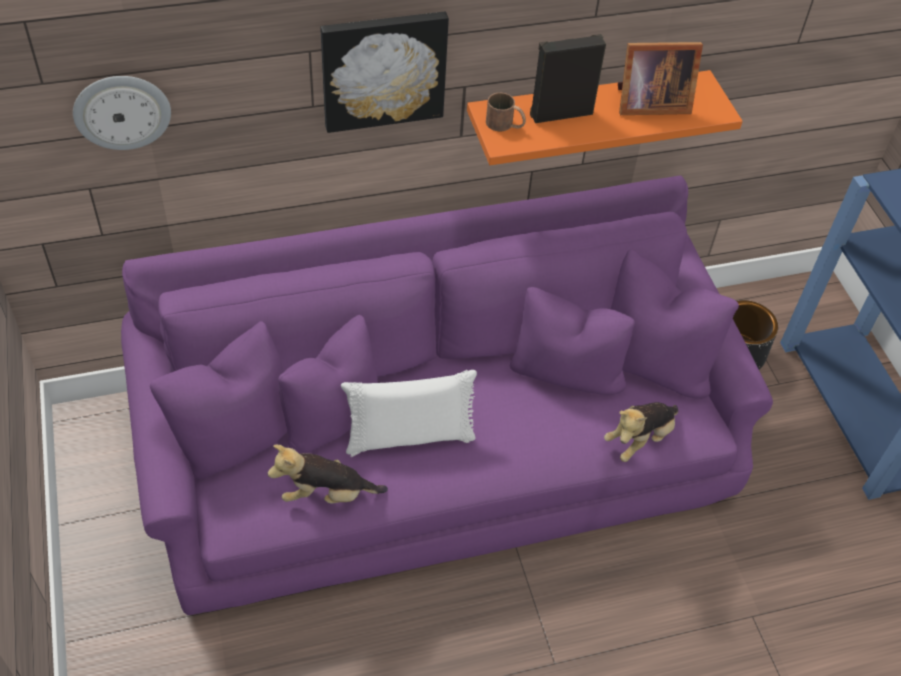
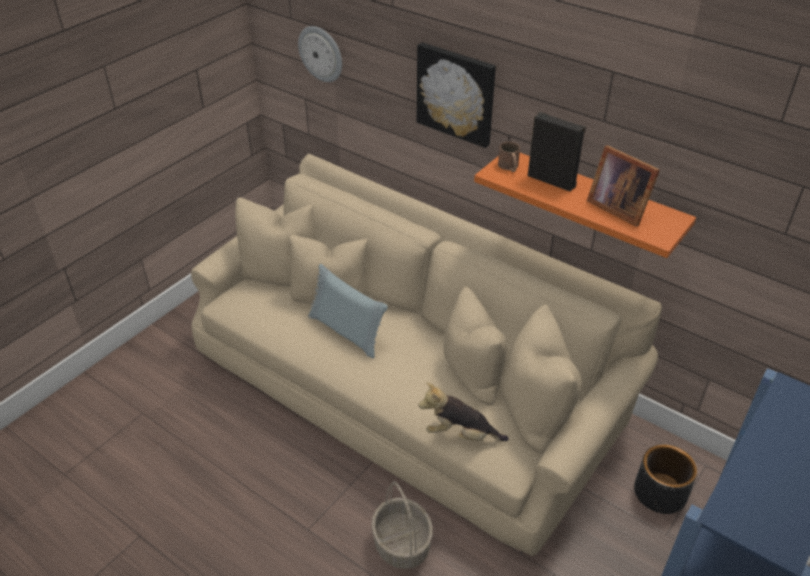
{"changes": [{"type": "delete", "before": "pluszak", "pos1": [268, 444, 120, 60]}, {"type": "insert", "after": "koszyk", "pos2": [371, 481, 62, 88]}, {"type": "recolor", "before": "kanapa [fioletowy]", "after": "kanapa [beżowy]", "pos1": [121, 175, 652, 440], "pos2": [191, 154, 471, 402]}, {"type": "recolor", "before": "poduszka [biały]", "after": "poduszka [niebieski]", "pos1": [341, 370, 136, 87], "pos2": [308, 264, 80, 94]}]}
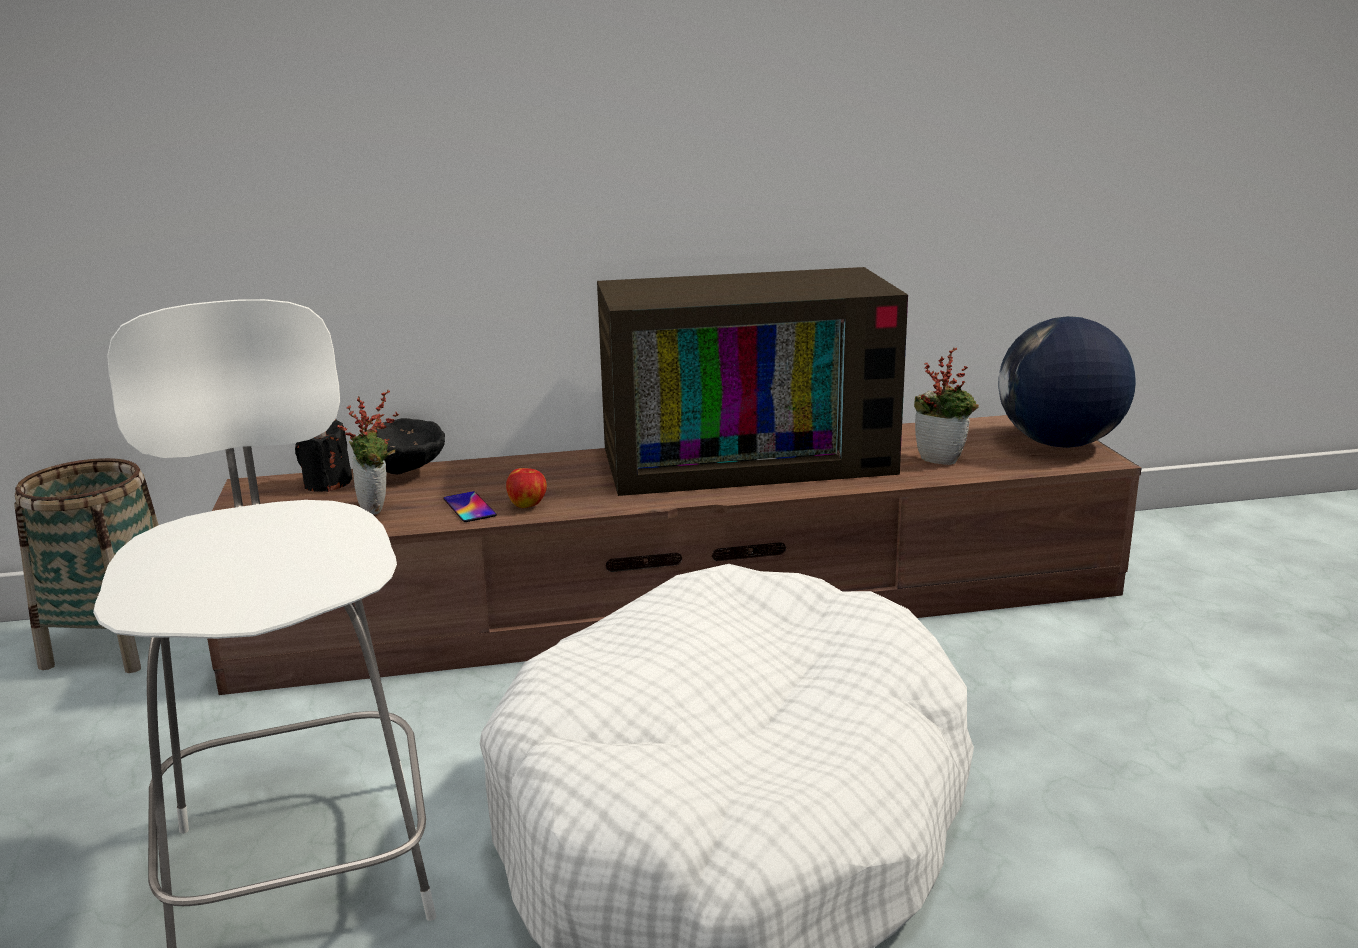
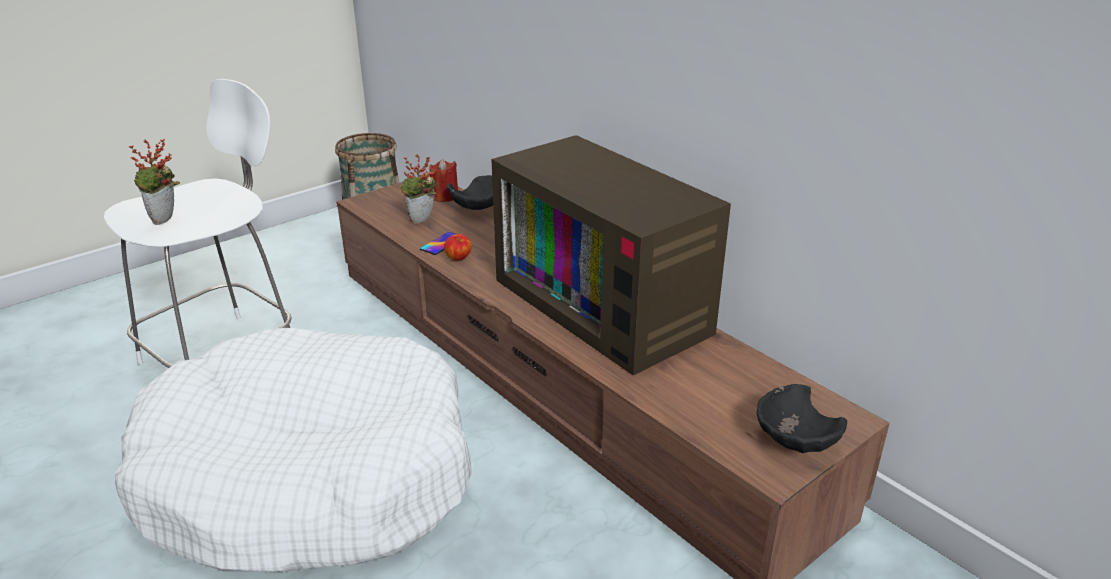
{"changes": [{"type": "move", "before": "roślina doniczkowa", "pos1": [914, 347, 65, 118], "pos2": [129, 138, 51, 87]}, {"type": "replace", "before": "globus", "after": "miska [czarny]", "pos1": [998, 316, 138, 132], "pos2": [757, 384, 90, 69]}, {"type": "recolor", "before": "świeca [czarny]", "after": "świeca [czerwony]", "pos1": [295, 419, 57, 73], "pos2": [429, 159, 29, 43]}]}
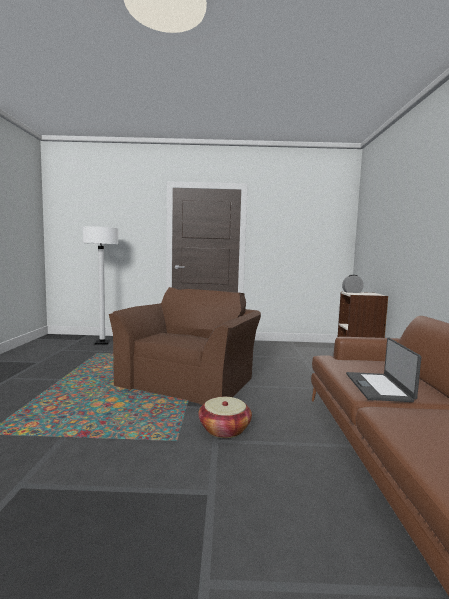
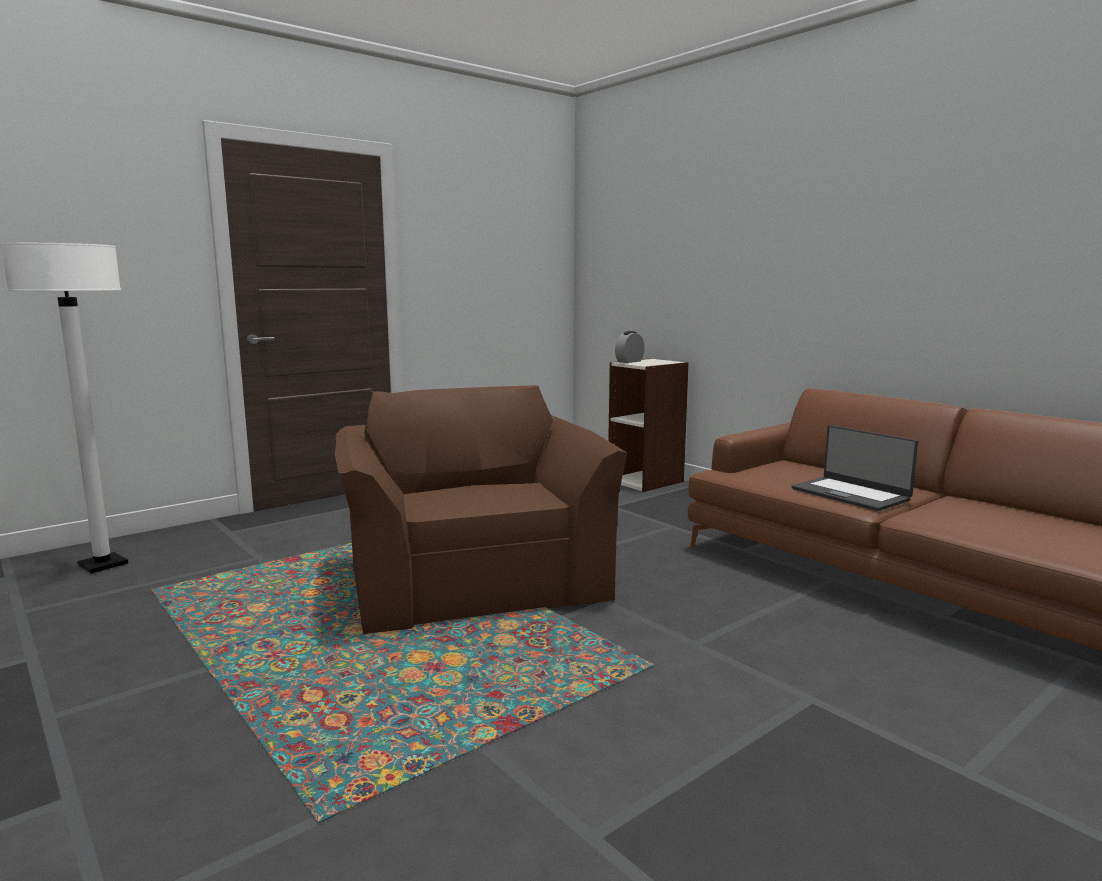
{"changes": [{"type": "delete", "before": "koszyk", "pos1": [198, 397, 54, 41]}]}
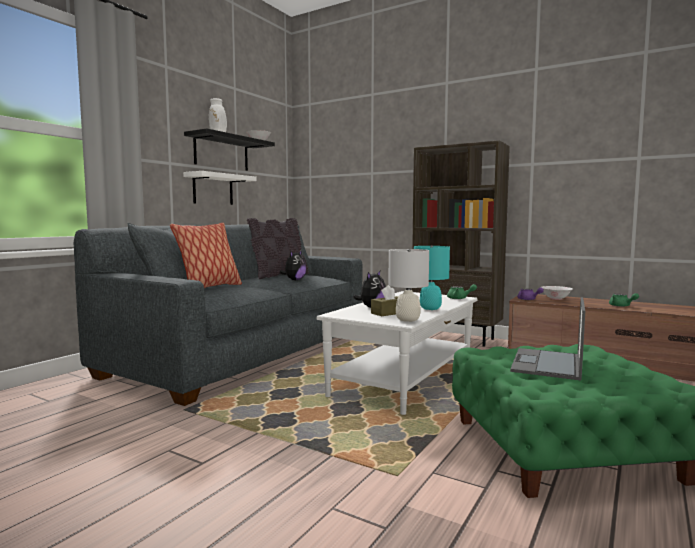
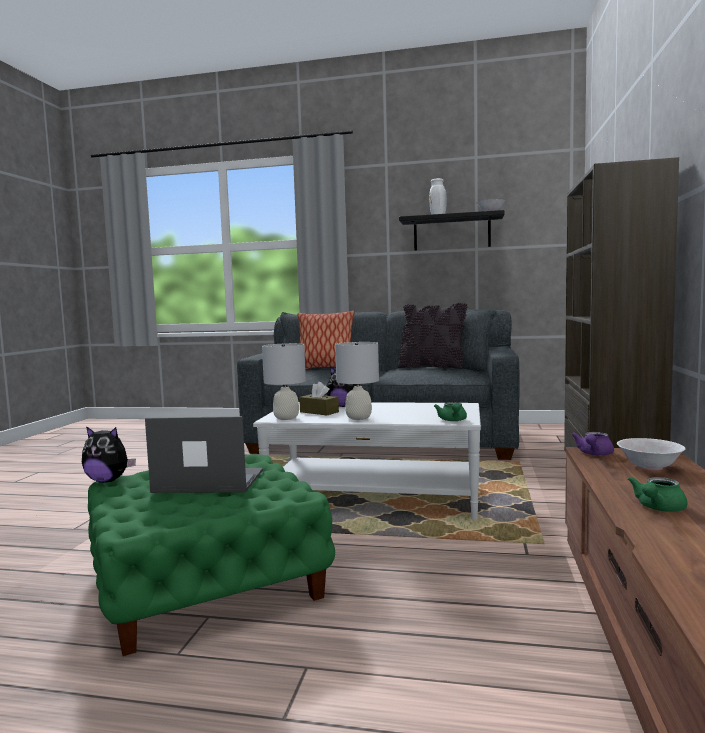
{"changes": [{"type": "delete", "before": "półka [biały]", "pos1": [183, 171, 74, 34]}, {"type": "move", "before": "pluszak", "pos1": [280, 250, 27, 30], "pos2": [82, 426, 54, 57]}, {"type": "recolor", "before": "lampa stołowa [turkusowy]", "after": "lampa stołowa [szary]", "pos1": [414, 246, 36, 64], "pos2": [335, 342, 44, 78]}]}
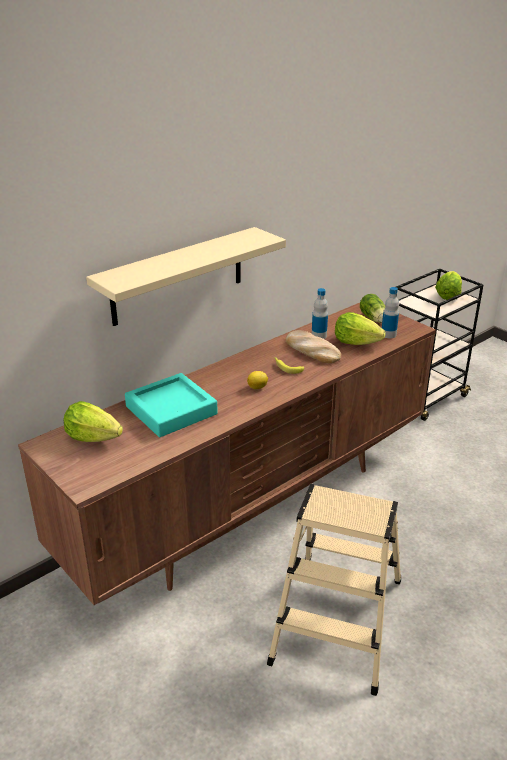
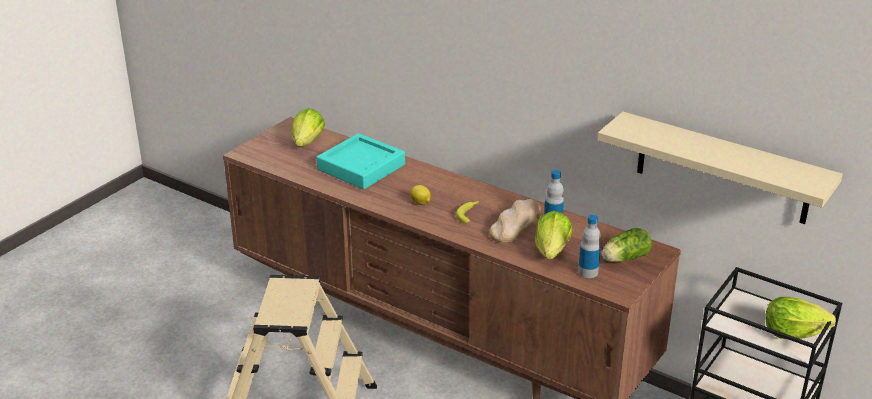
{"changes": [{"type": "move", "before": "półka [beżowy]", "pos1": [86, 227, 200, 99], "pos2": [597, 112, 246, 112]}]}
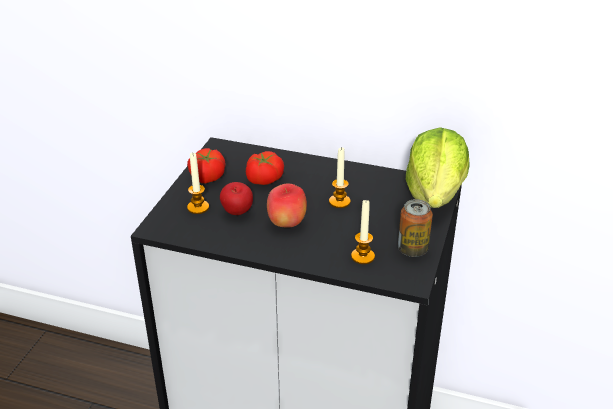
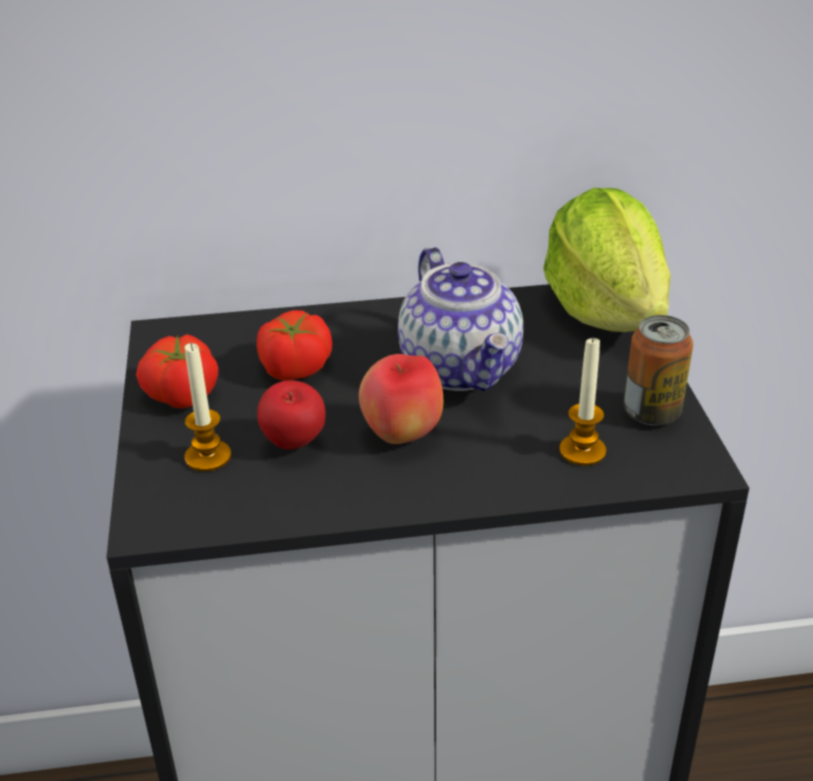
{"changes": [{"type": "replace", "before": "świeca", "after": "imbryk", "pos1": [329, 148, 22, 60], "pos2": [398, 247, 125, 145]}]}
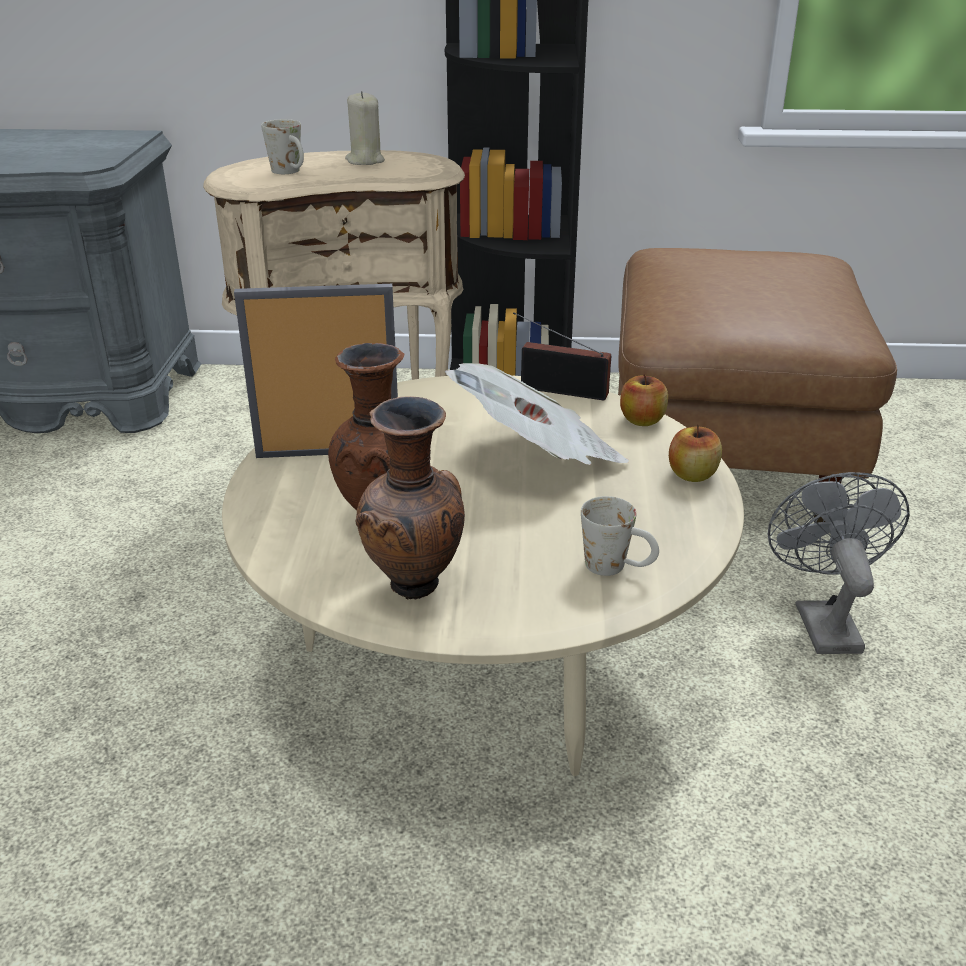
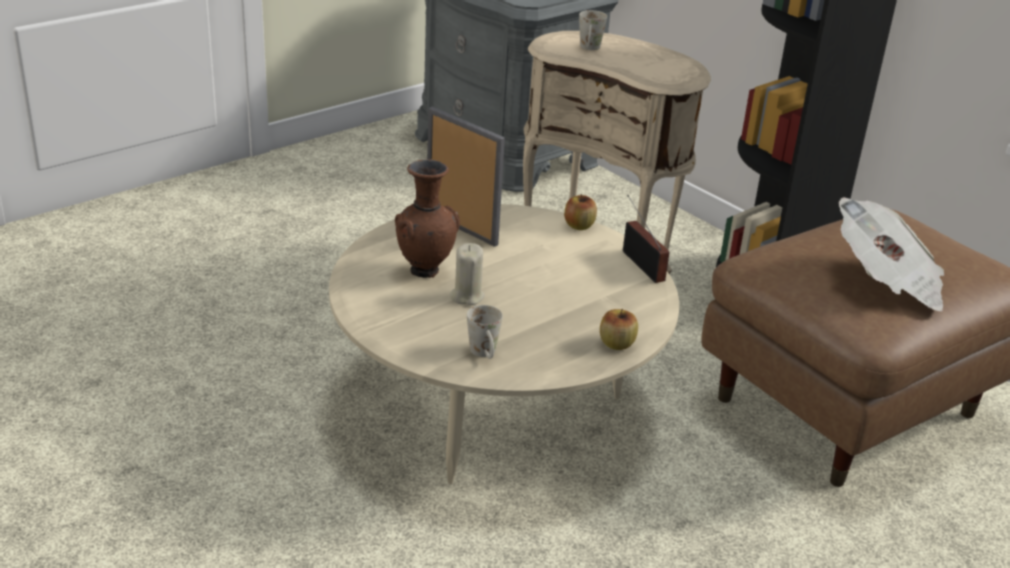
{"changes": [{"type": "delete", "before": "wazon [brązowy]", "pos1": [355, 396, 110, 203]}, {"type": "delete", "before": "wentylator [szary]", "pos1": [768, 472, 142, 182]}, {"type": "move", "before": "świeca [beżowy]", "pos1": [345, 91, 40, 74], "pos2": [450, 243, 35, 62]}, {"type": "move", "before": "gazeta", "pos1": [445, 363, 184, 102], "pos2": [839, 197, 105, 114]}, {"type": "move", "before": "jabłko", "pos1": [620, 374, 48, 52], "pos2": [564, 194, 33, 36]}]}
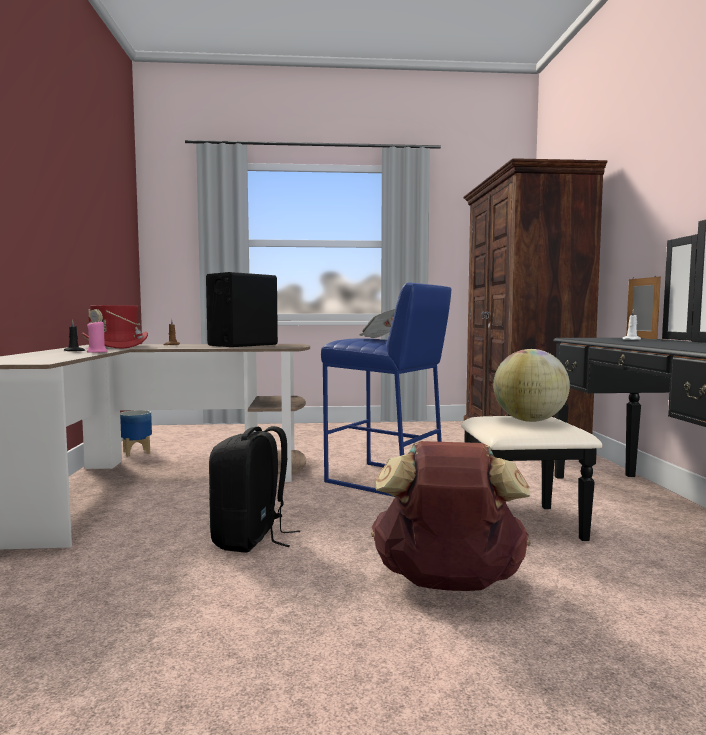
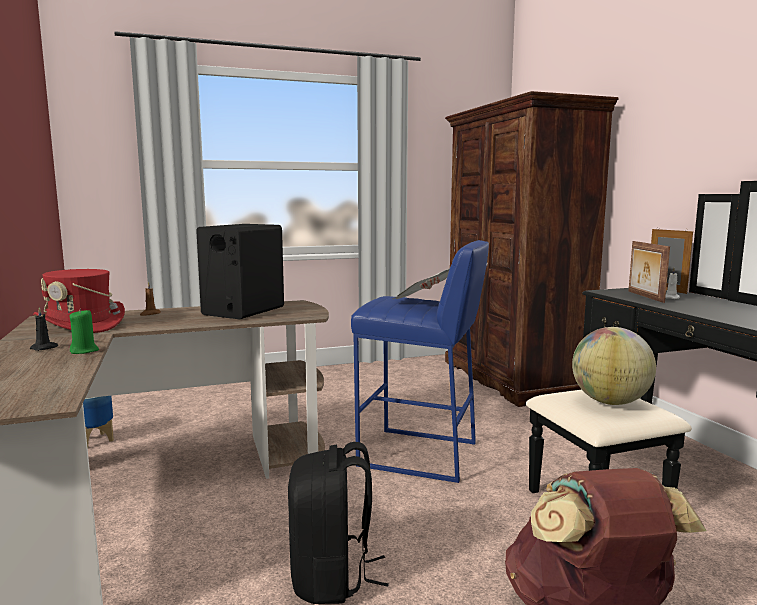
{"changes": [{"type": "insert", "after": "ramka na zdjęcie", "pos2": [629, 241, 41, 62]}, {"type": "recolor", "before": "świeca [różowy]", "after": "świeca [zielony]", "pos1": [87, 320, 21, 33], "pos2": [70, 309, 29, 45]}]}
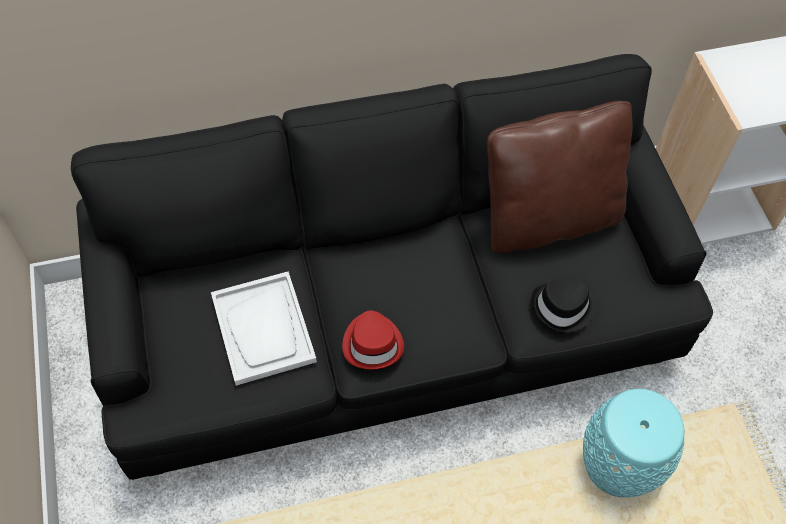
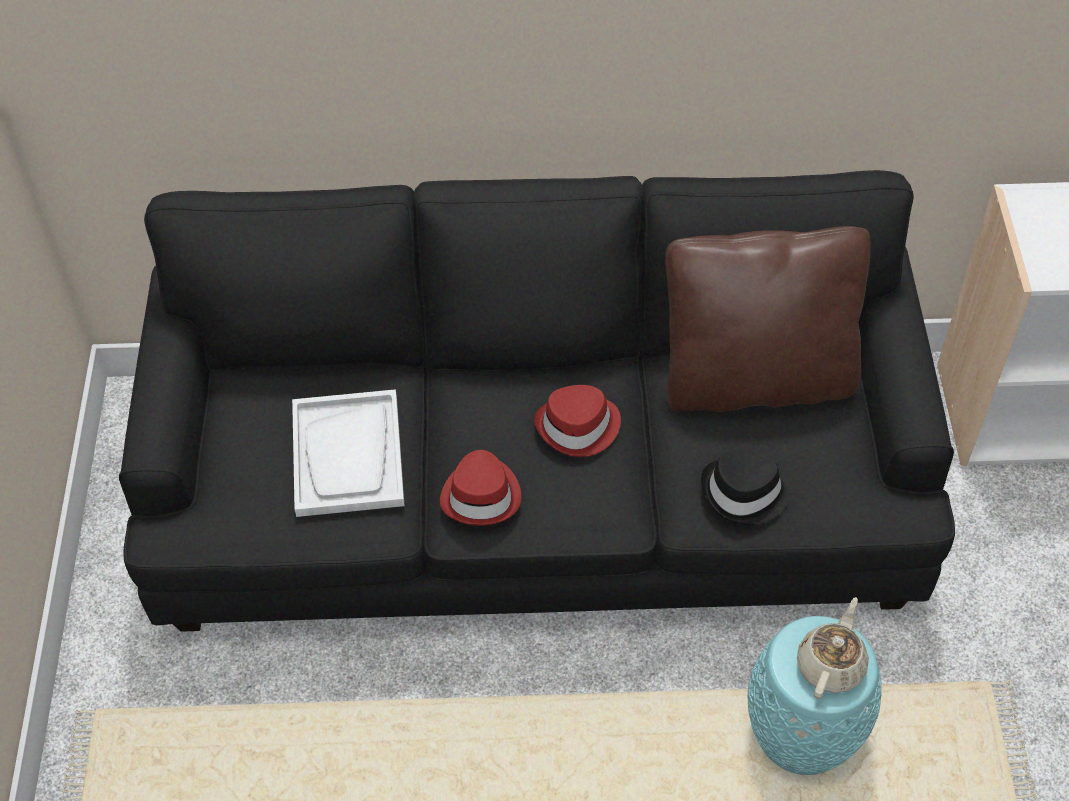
{"changes": [{"type": "insert", "after": "kapelusz [czerwony]", "pos2": [534, 385, 87, 72]}, {"type": "insert", "after": "imbryk [beżowy]", "pos2": [797, 597, 72, 102]}]}
